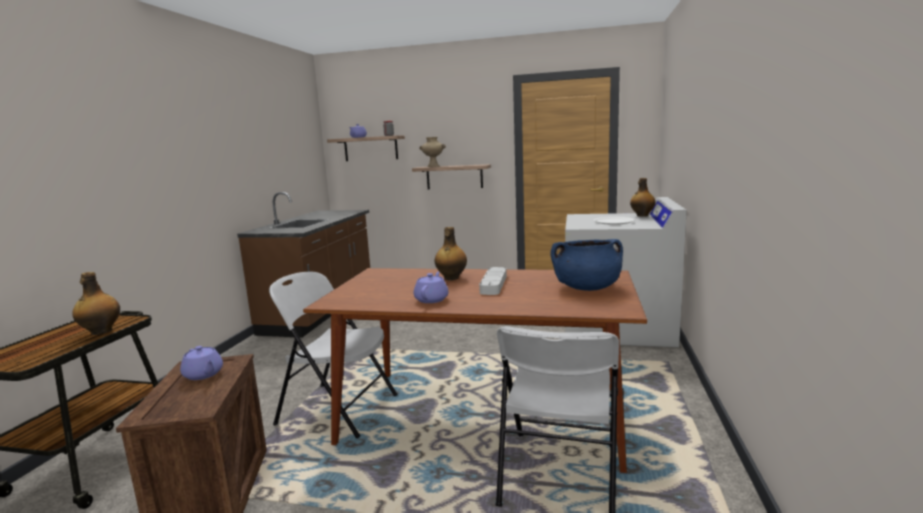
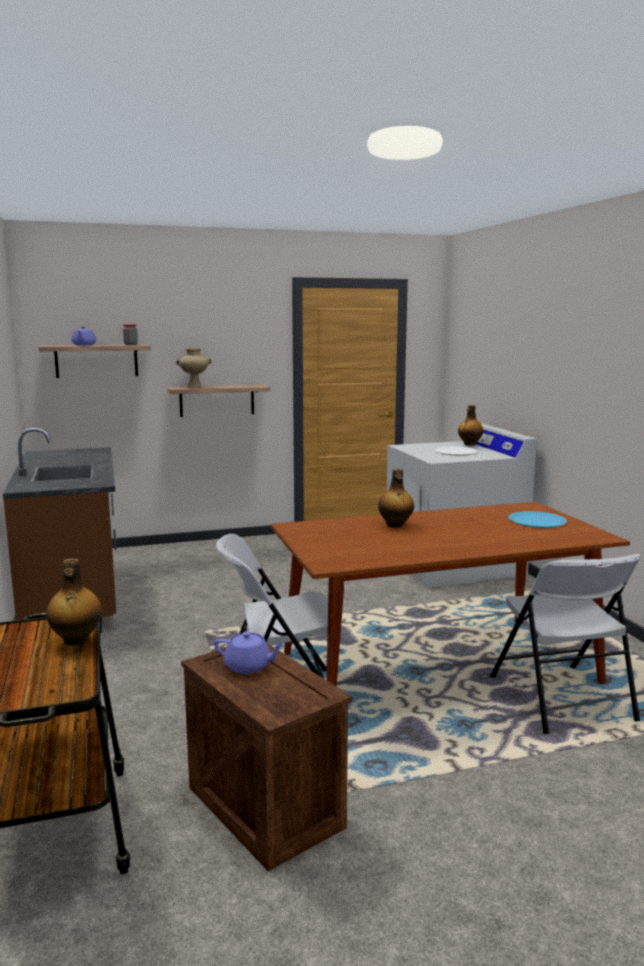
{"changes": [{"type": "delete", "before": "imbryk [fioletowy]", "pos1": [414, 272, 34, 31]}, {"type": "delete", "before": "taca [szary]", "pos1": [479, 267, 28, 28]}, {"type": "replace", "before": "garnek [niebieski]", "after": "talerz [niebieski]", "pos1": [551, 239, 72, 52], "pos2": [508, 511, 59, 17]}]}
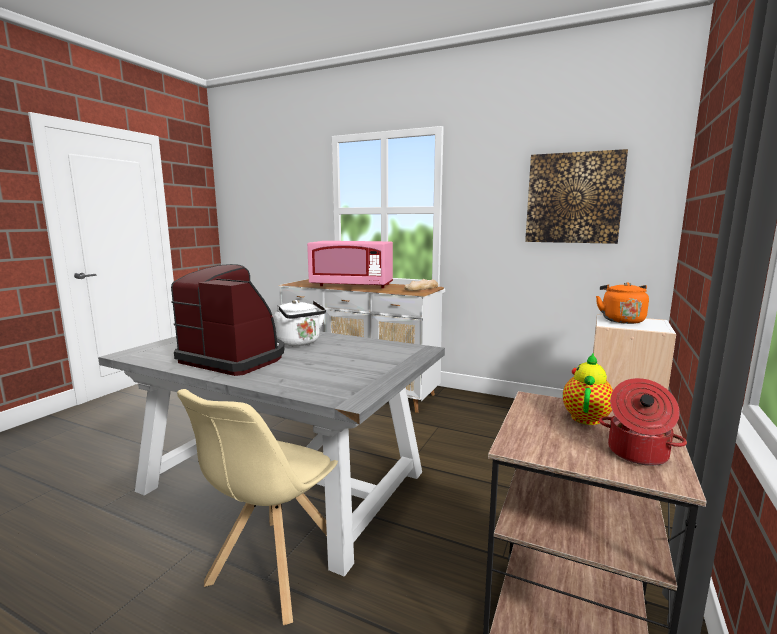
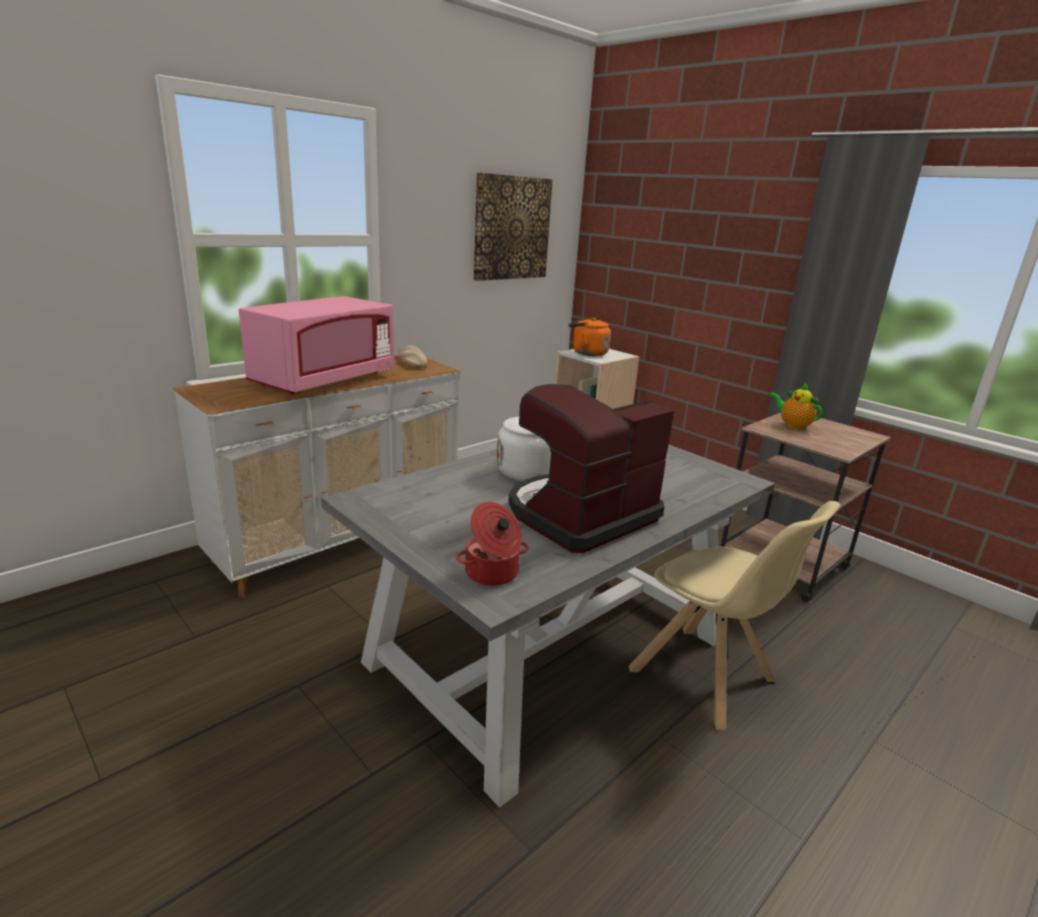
{"changes": [{"type": "move", "before": "garnek", "pos1": [599, 378, 88, 88], "pos2": [456, 502, 73, 84]}]}
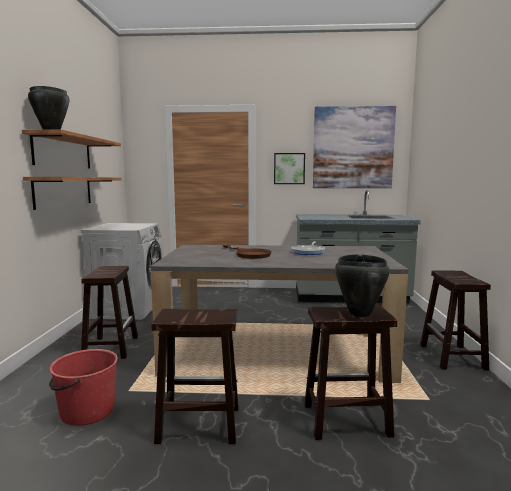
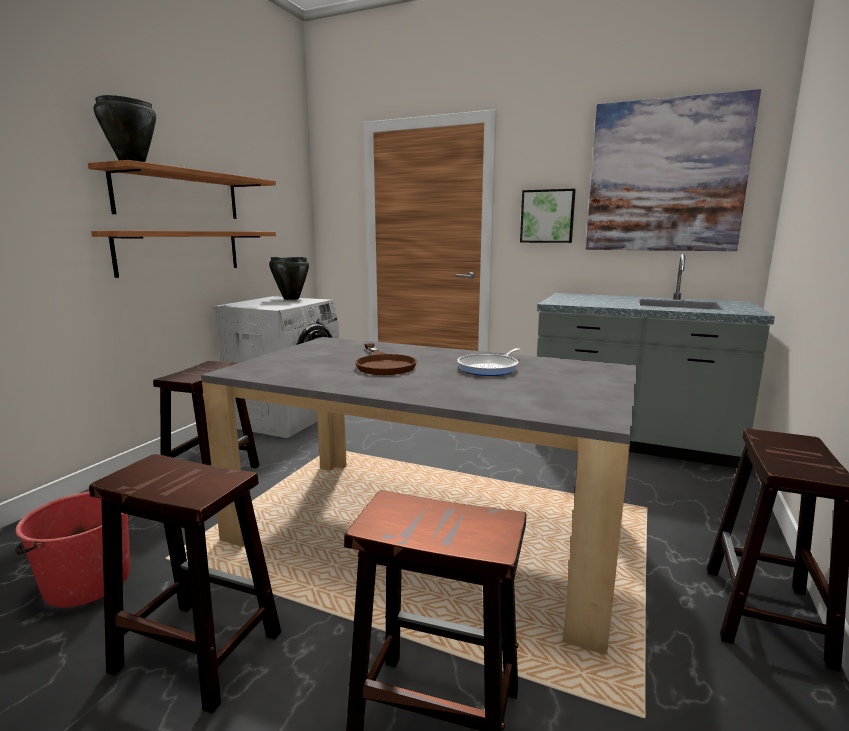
{"changes": [{"type": "move", "before": "garnek [czarny]", "pos1": [335, 254, 55, 63], "pos2": [269, 257, 40, 43]}]}
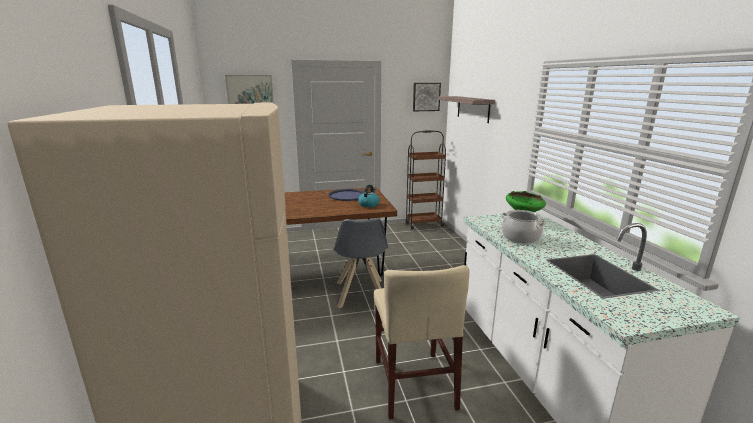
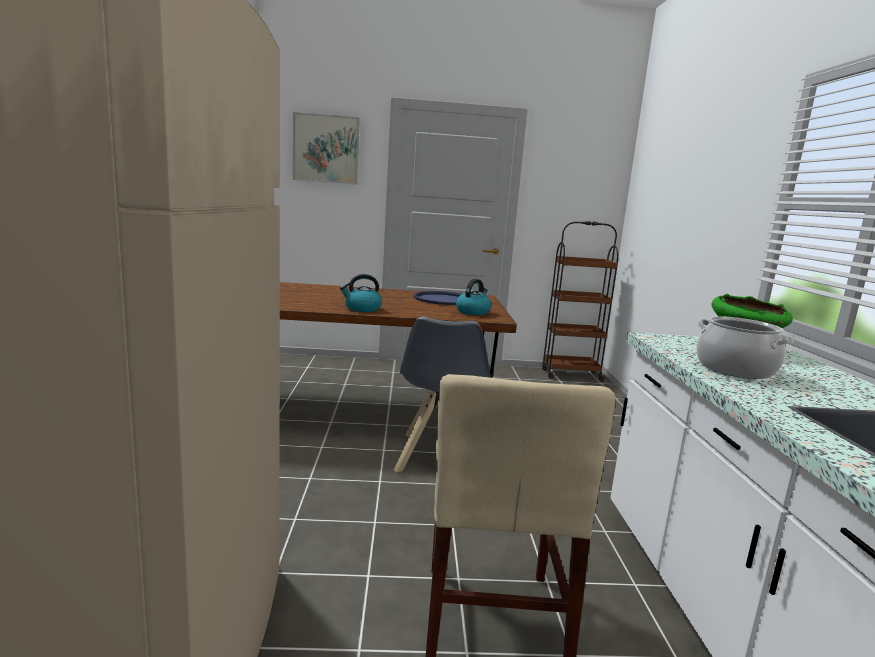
{"changes": [{"type": "delete", "before": "obraz", "pos1": [413, 83, 28, 28]}, {"type": "delete", "before": "półka", "pos1": [439, 96, 56, 27]}, {"type": "insert", "after": "czajnik", "pos2": [340, 274, 42, 38]}]}
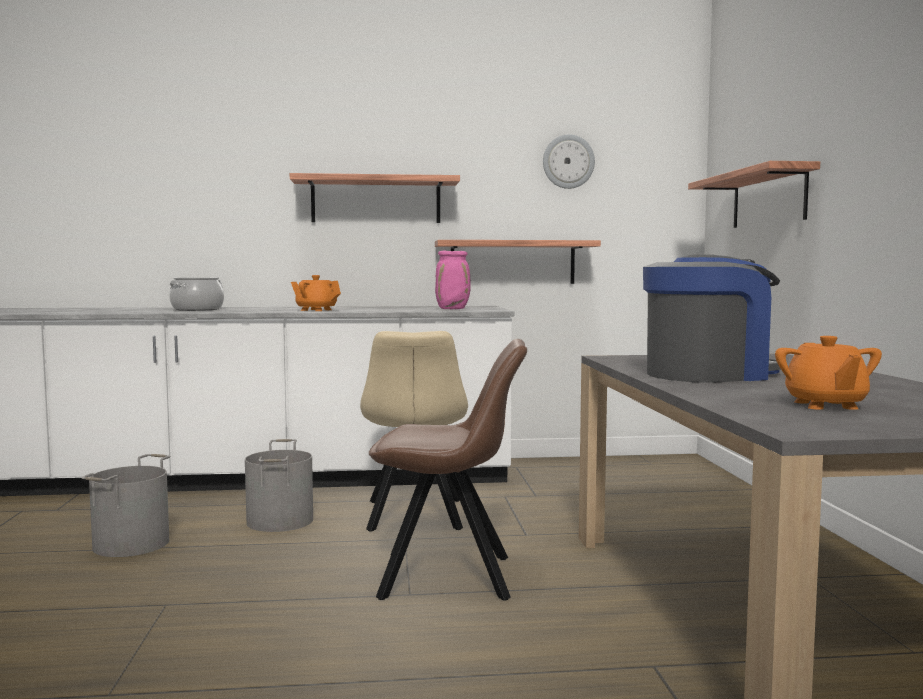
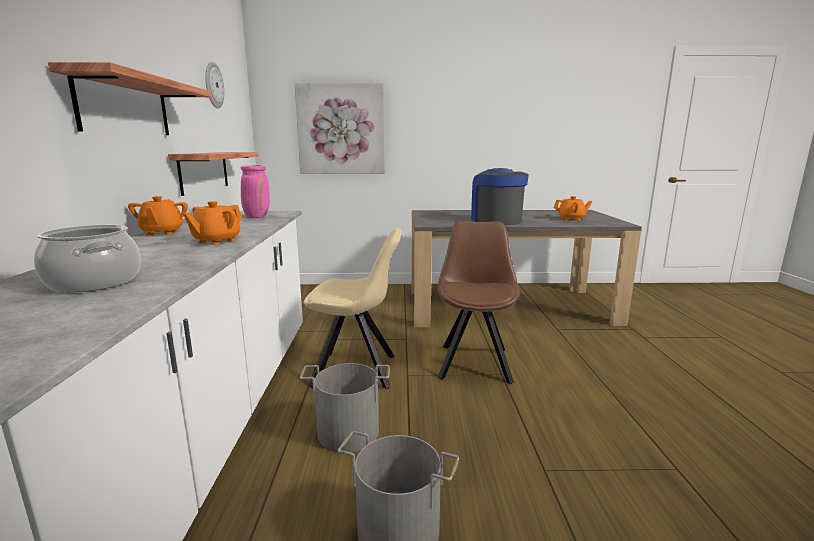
{"changes": [{"type": "insert", "after": "imbryk [pomarańczowy]", "pos2": [128, 196, 60, 40]}, {"type": "replace", "before": "półka", "after": "obraz", "pos1": [688, 161, 132, 67], "pos2": [295, 83, 90, 91]}]}
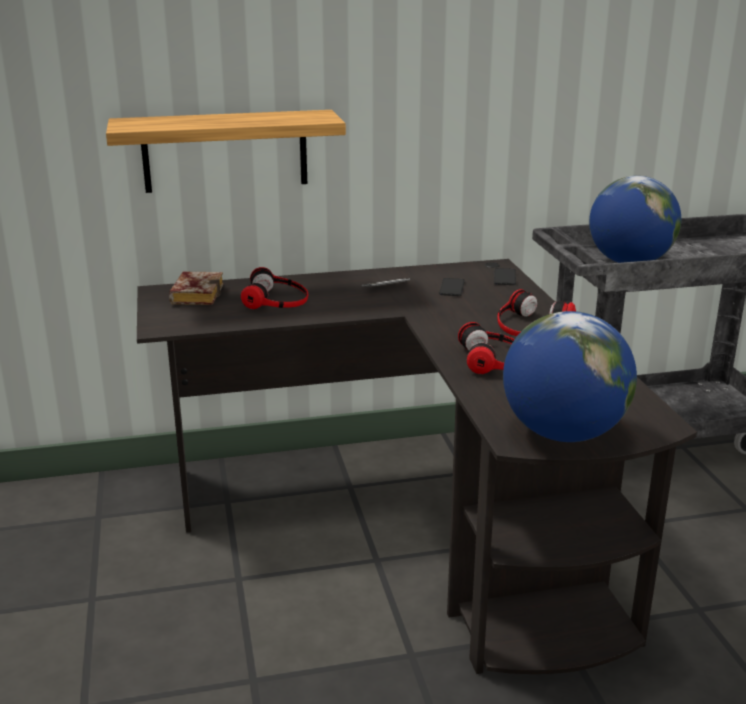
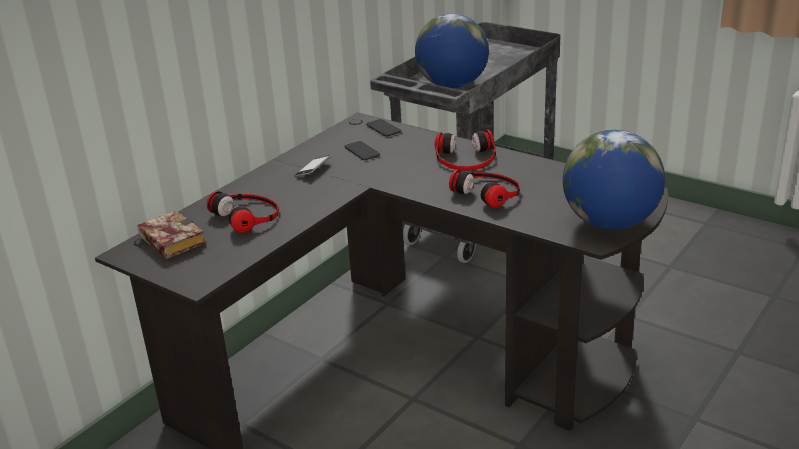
{"changes": [{"type": "delete", "before": "półka", "pos1": [106, 110, 240, 83]}]}
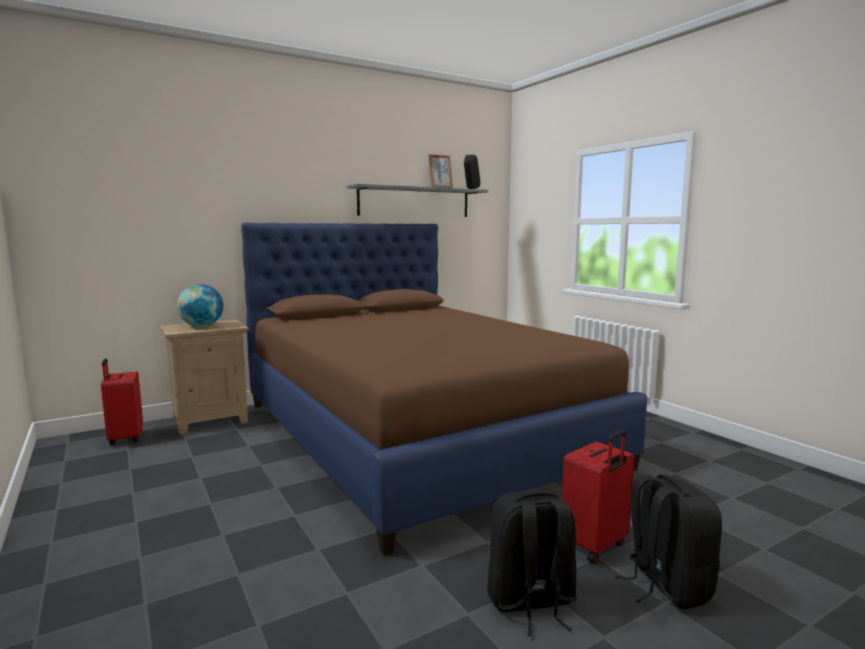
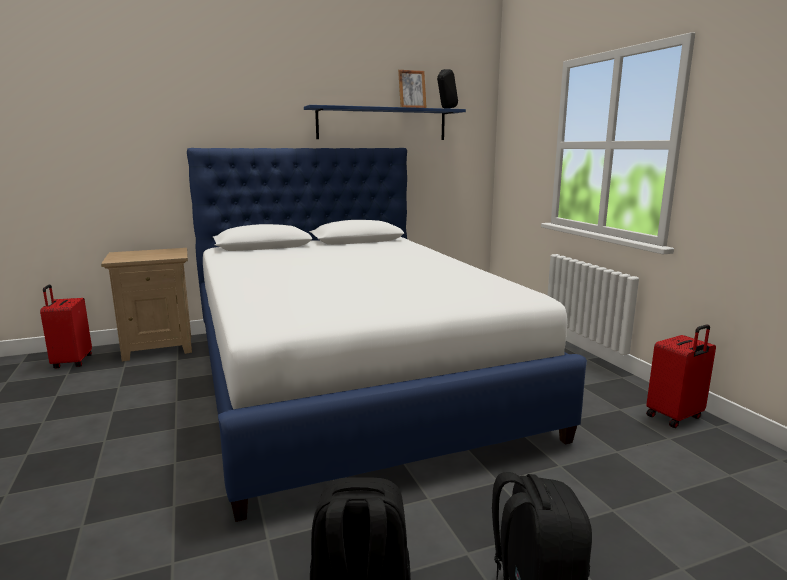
{"changes": [{"type": "delete", "before": "globus", "pos1": [177, 284, 46, 43]}, {"type": "move", "before": "walizka [czerwony]", "pos1": [562, 430, 72, 134], "pos2": [646, 325, 70, 103]}, {"type": "recolor", "before": "łóżko [brązowy]", "after": "łóżko [biały]", "pos1": [241, 223, 406, 333], "pos2": [187, 148, 400, 374]}, {"type": "recolor", "before": "półka [szary]", "after": "półka [niebieski]", "pos1": [347, 184, 141, 33], "pos2": [304, 105, 162, 35]}]}
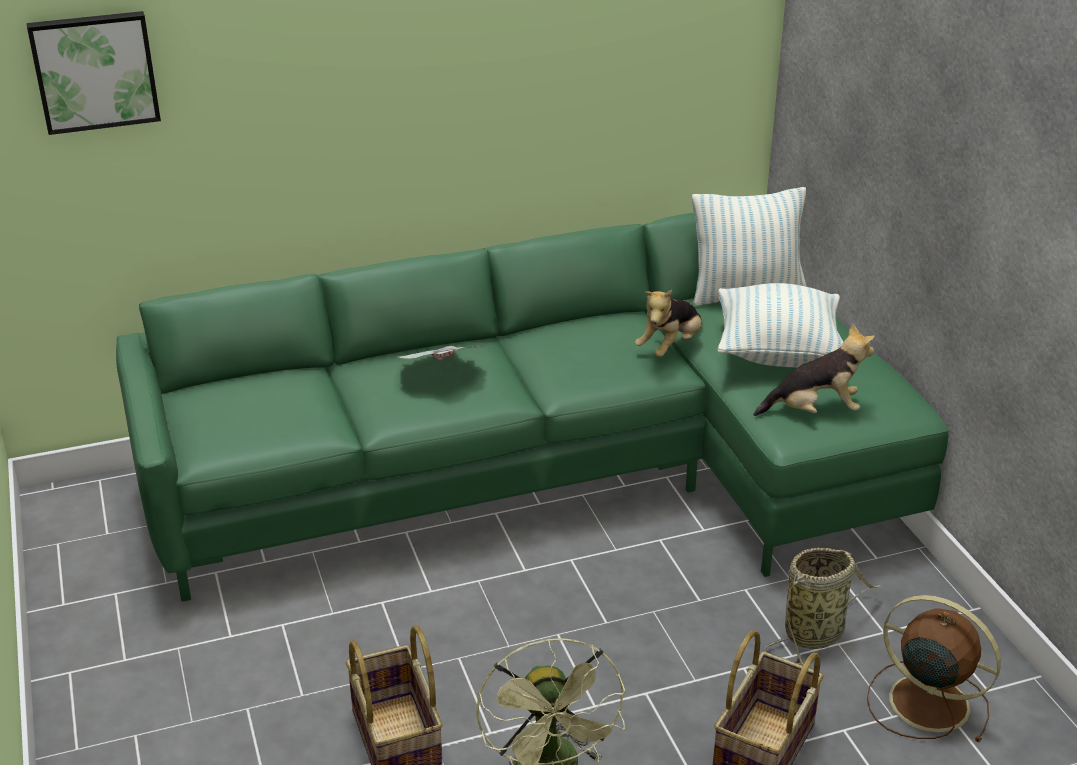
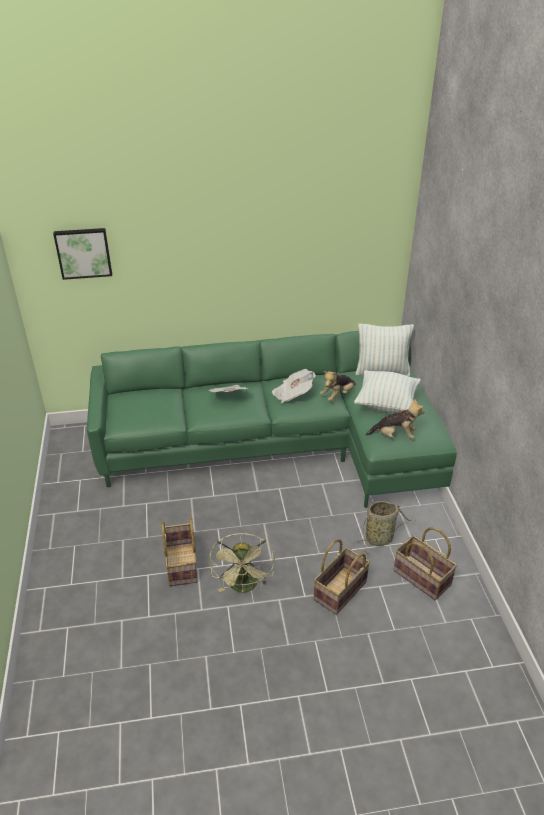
{"changes": [{"type": "insert", "after": "gazeta", "pos2": [272, 369, 44, 34]}, {"type": "replace", "before": "wentylator [brązowy]", "after": "koszyk", "pos1": [867, 595, 134, 148], "pos2": [393, 527, 64, 74]}]}
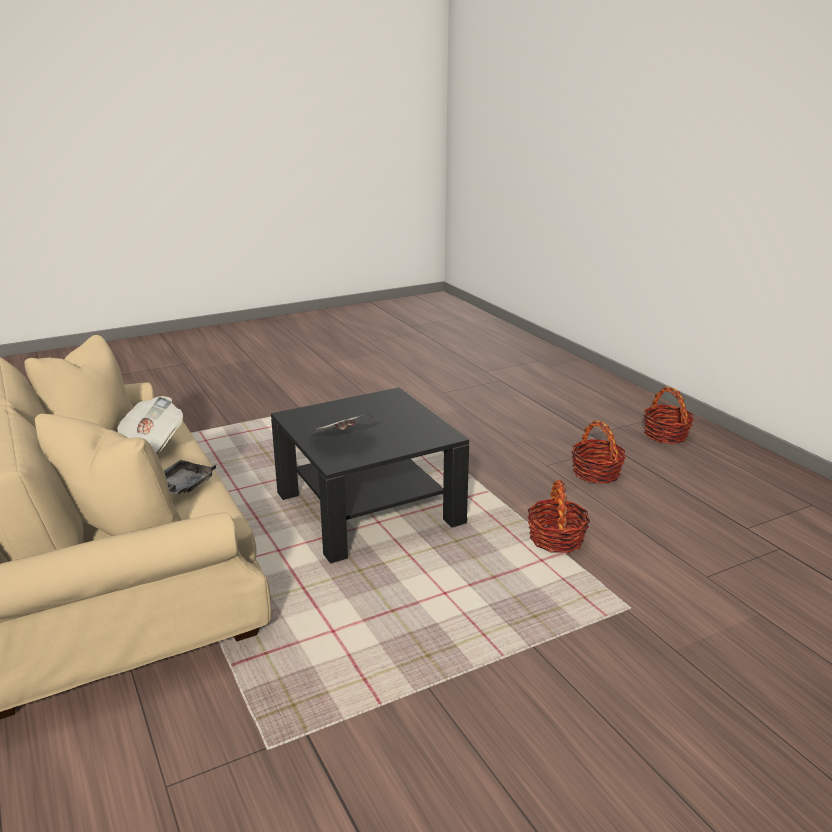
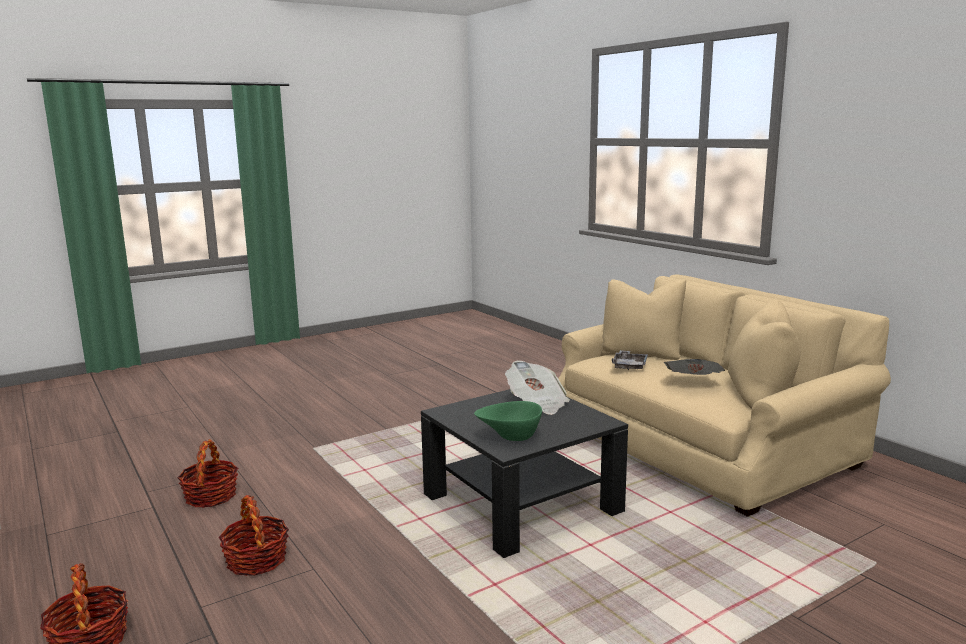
{"changes": [{"type": "insert", "after": "miska [zielony]", "pos2": [474, 401, 68, 40]}, {"type": "move", "before": "koszyk", "pos1": [527, 480, 63, 73], "pos2": [178, 439, 60, 69]}]}
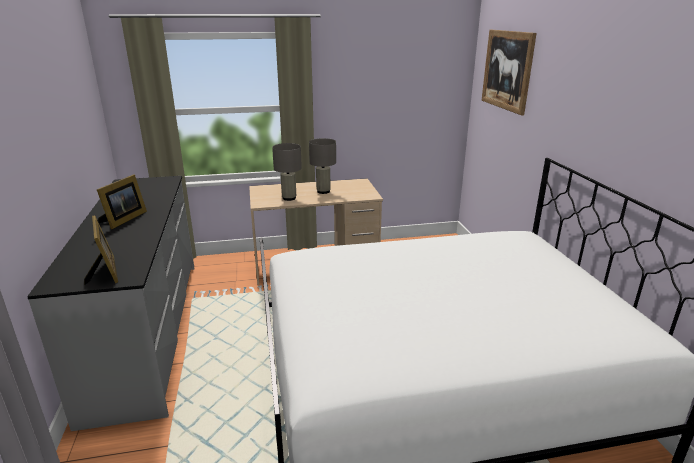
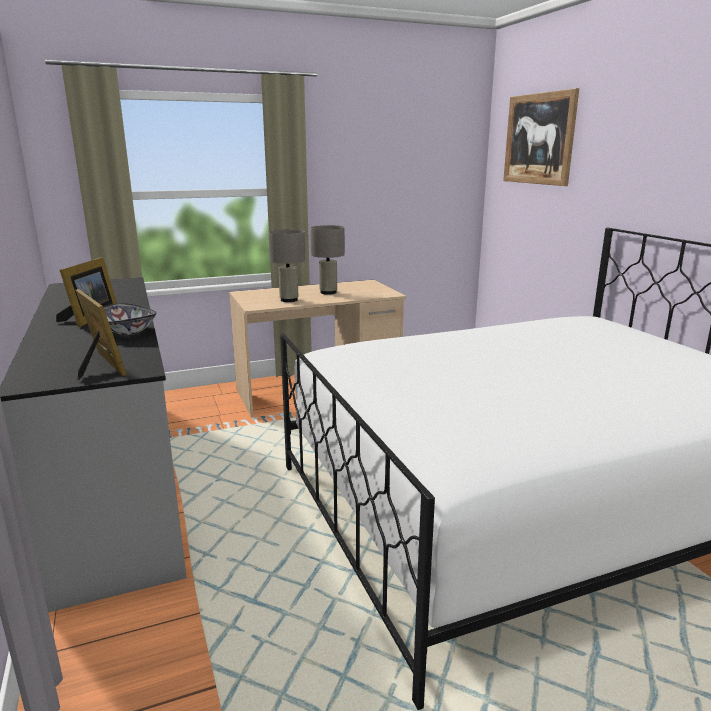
{"changes": [{"type": "insert", "after": "miska", "pos2": [104, 303, 52, 32]}]}
